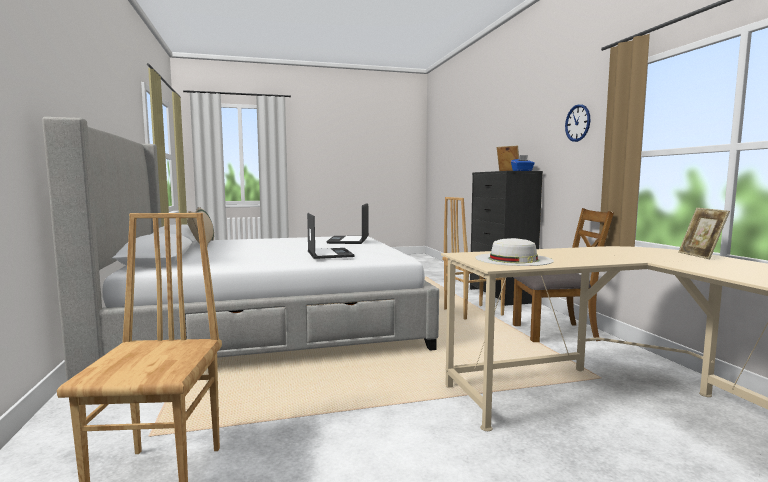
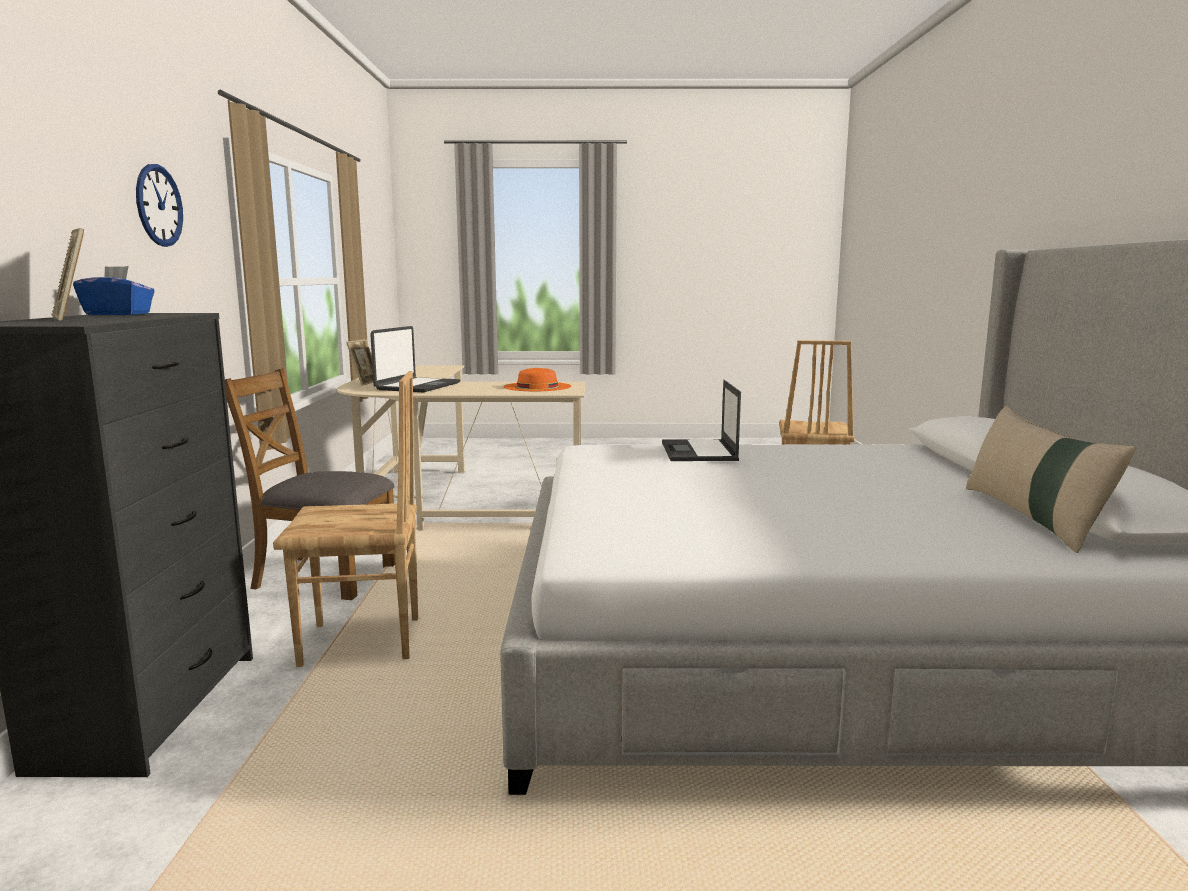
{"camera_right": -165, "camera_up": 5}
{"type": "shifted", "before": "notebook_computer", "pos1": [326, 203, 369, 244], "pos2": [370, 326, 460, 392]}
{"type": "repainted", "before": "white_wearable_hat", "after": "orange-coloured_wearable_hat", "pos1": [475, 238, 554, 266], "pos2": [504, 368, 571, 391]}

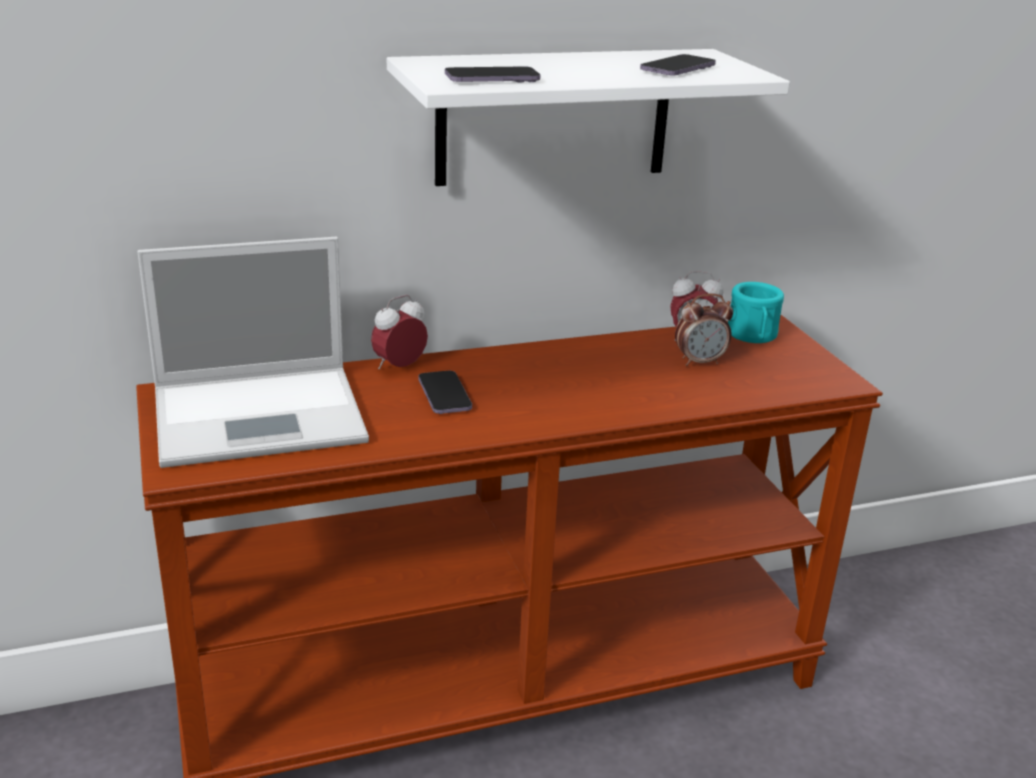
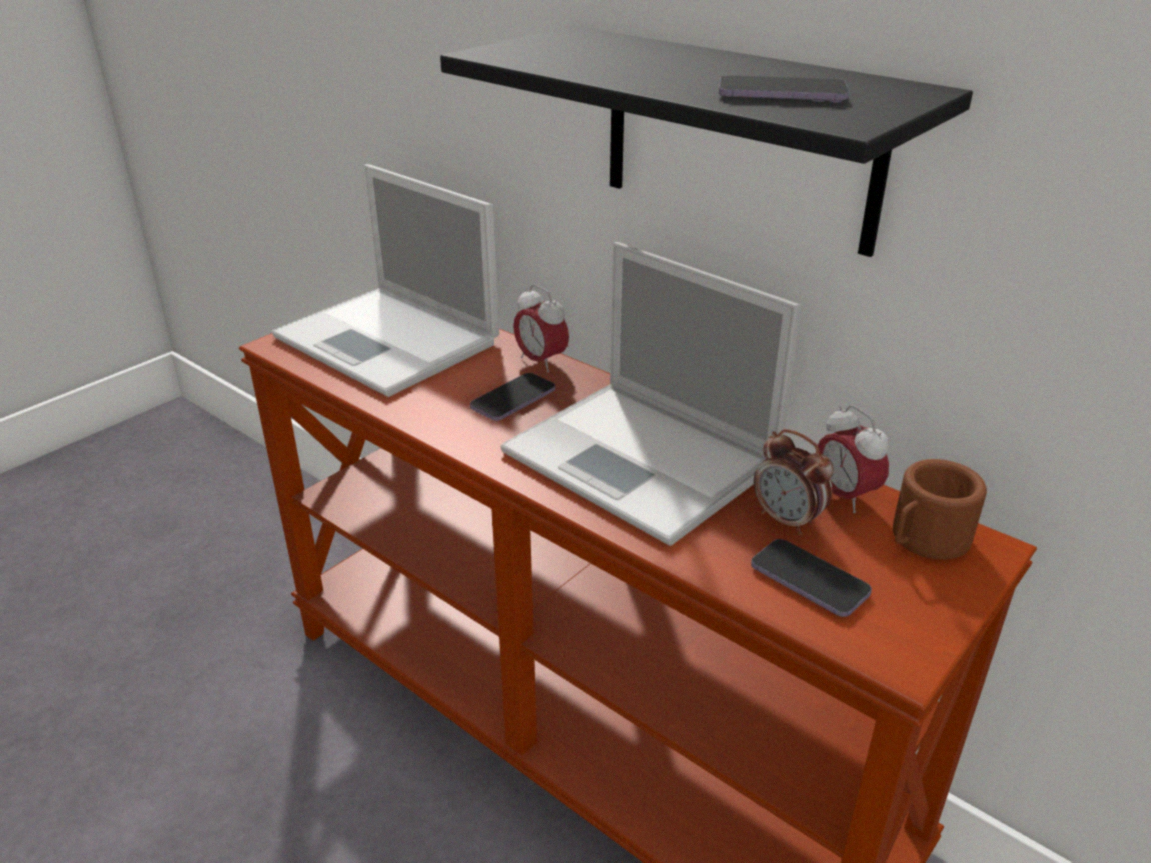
{"camera_right": 60, "camera_up": 5}
{"type": "rotated", "before": "table_clock", "pos1": [371, 295, 428, 370], "pos2": [513, 285, 569, 372], "turn": -150}
{"type": "repainted", "before": "white_bracket_shelf", "after": "black_bracket_shelf", "pos1": [387, 49, 790, 186], "pos2": [440, 26, 973, 257]}
{"type": "shifted", "before": "phone", "pos1": [445, 66, 540, 83], "pos2": [751, 539, 872, 617]}
{"type": "repainted", "before": "turquoise-coloured_mug", "after": "brown-coloured_mug", "pos1": [728, 282, 784, 343], "pos2": [893, 459, 987, 560]}
{"type": "new", "after": "notebook_computer", "pos2": [500, 242, 802, 546]}

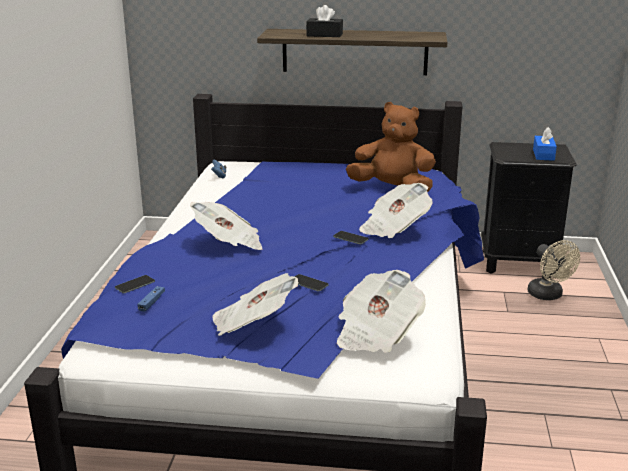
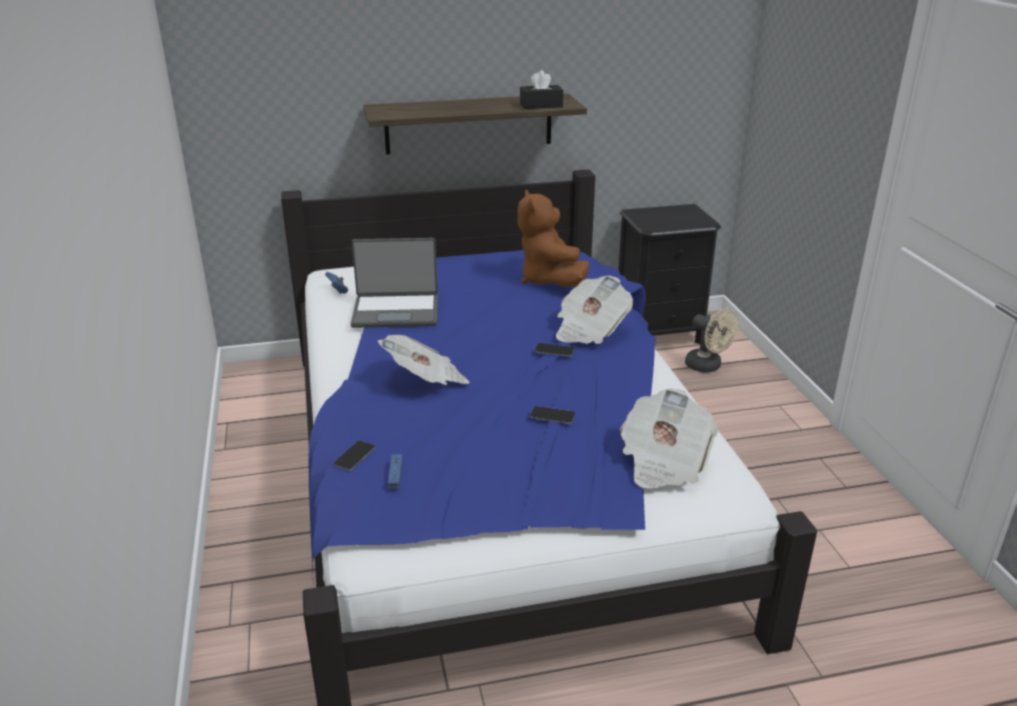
{"camera_right": -20, "camera_up": 5}
{"type": "gone", "before": "daily_paper", "pos1": [212, 273, 298, 336]}
{"type": "shifted", "before": "black_tissue_holder", "pos1": [306, 5, 343, 37], "pos2": [520, 70, 563, 109]}
{"type": "rotated", "before": "brown-coloured_soft_toy", "pos1": [346, 102, 436, 192], "pos2": [518, 189, 589, 287], "turn": -105}
{"type": "gone", "before": "blue-coloured_tissue_holder", "pos1": [533, 127, 557, 161]}
{"type": "new", "after": "notebook_computer", "pos2": [351, 238, 438, 328]}

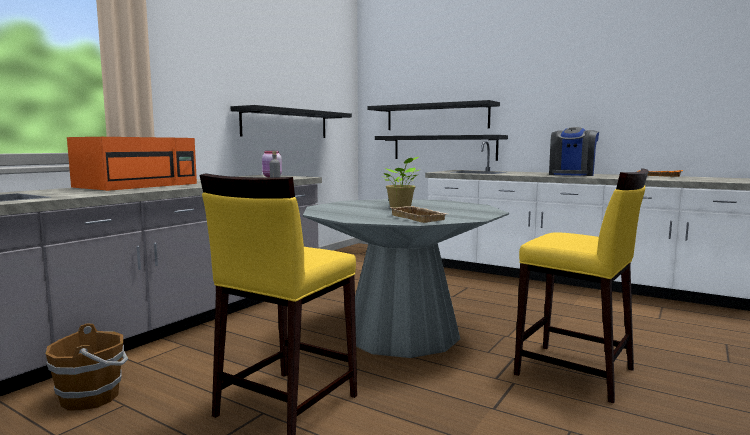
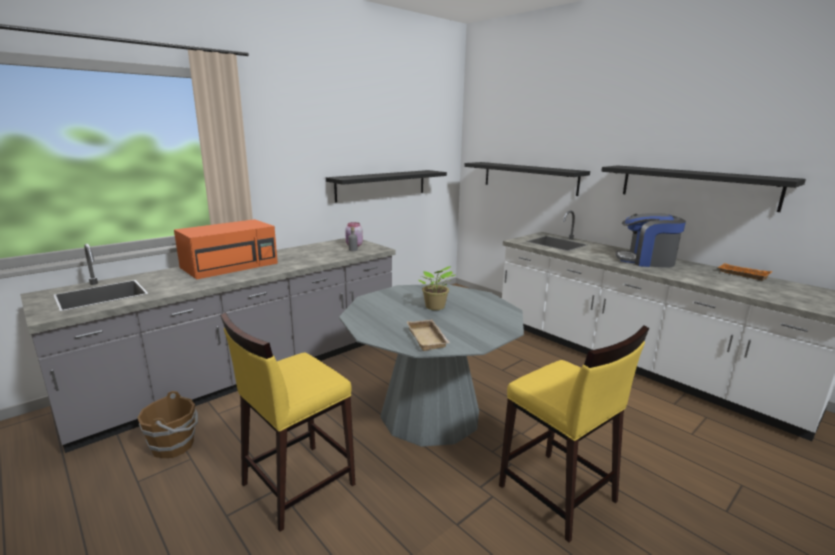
{"camera_right": 15, "camera_up": 10}
{"type": "shifted", "before": "black_bracket_shelf", "pos1": [375, 135, 508, 161], "pos2": [601, 165, 806, 212]}
{"type": "rotated", "before": "coffee_machine", "pos1": [549, 127, 599, 176], "pos2": [615, 213, 686, 268], "turn": 60}

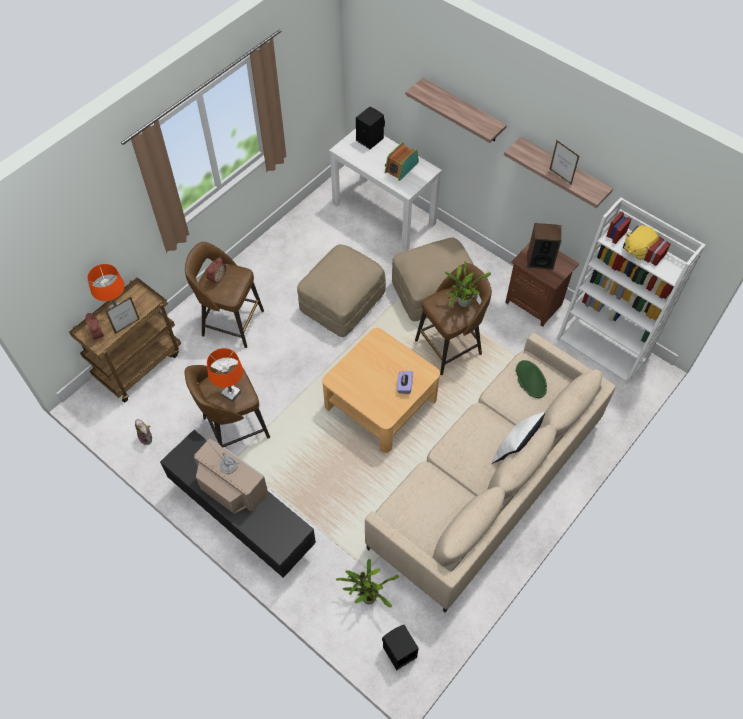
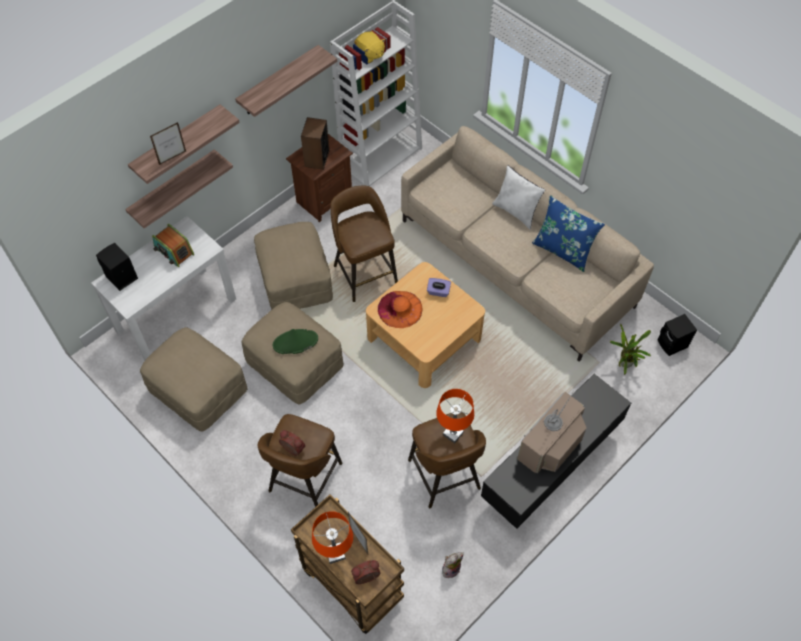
{"camera_right": -85, "camera_up": 0}
{"type": "gone", "before": "houseplant", "pos1": [445, 261, 491, 307]}
{"type": "shifted", "before": "greenish_wearable_hat", "pos1": [516, 360, 547, 398], "pos2": [273, 329, 318, 354]}
{"type": "shifted", "before": "picture_frame", "pos1": [550, 140, 579, 185], "pos2": [150, 122, 186, 165]}
{"type": "new", "after": "bracket_shelf", "pos2": [125, 149, 233, 228]}
{"type": "new", "after": "beige_footrest", "pos2": [140, 327, 247, 432]}
{"type": "new", "after": "orange-coloured_wearable_hat", "pos2": [378, 291, 423, 328]}
{"type": "new", "after": "blue-coloured_pillow", "pos2": [532, 195, 605, 272]}

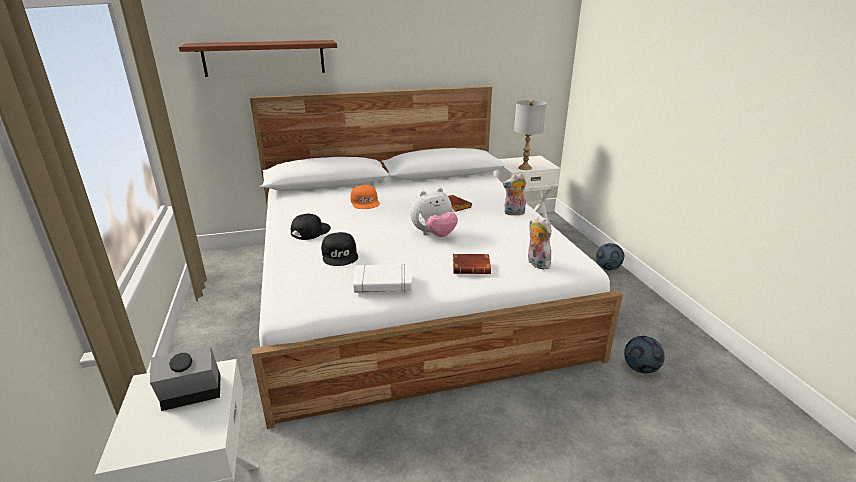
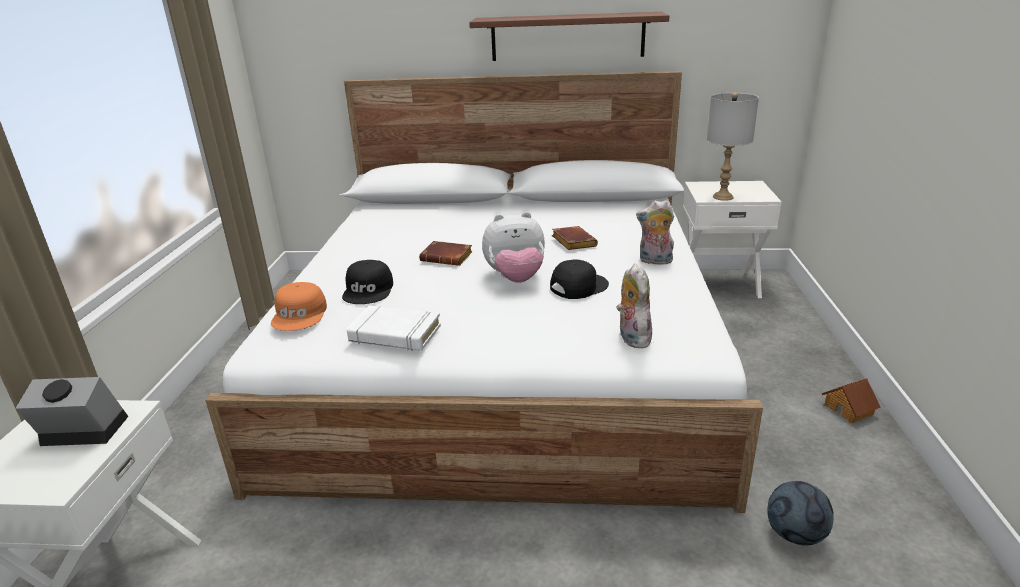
{"camera_right": 20, "camera_up": 0}
{"type": "shifted", "before": "brown-coloured_bracket_shelf", "pos1": [179, 40, 337, 77], "pos2": [469, 12, 669, 61]}
{"type": "shifted", "before": "black_peaked_cap", "pos1": [291, 214, 331, 240], "pos2": [550, 259, 609, 299]}
{"type": "shifted", "before": "orange-coloured_peaked_cap", "pos1": [350, 185, 380, 209], "pos2": [271, 282, 327, 331]}
{"type": "shifted", "before": "brown-coloured_bound_book", "pos1": [453, 254, 491, 274], "pos2": [419, 241, 472, 266]}
{"type": "gone", "before": "football_ball", "pos1": [596, 243, 625, 271]}
{"type": "new", "after": "miniature_house", "pos2": [822, 379, 881, 423]}

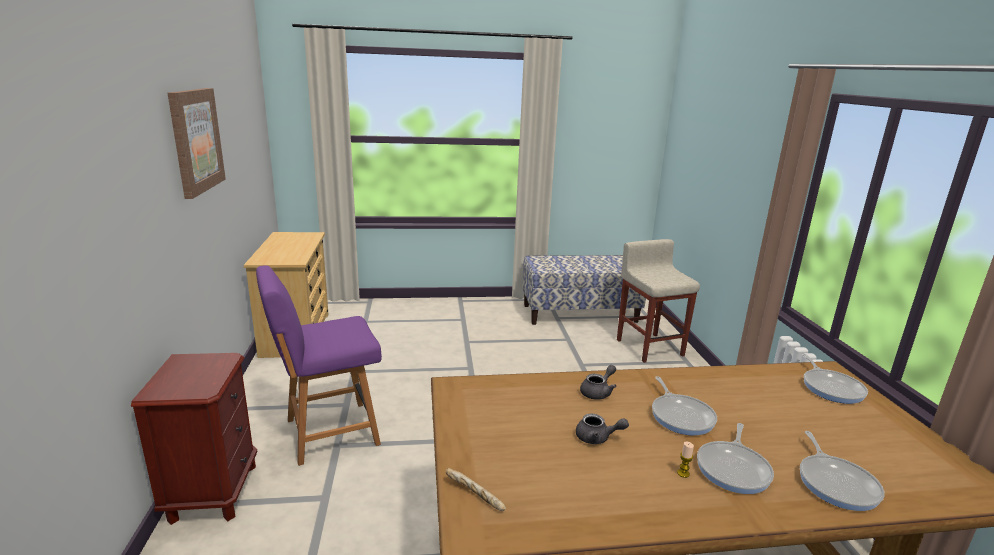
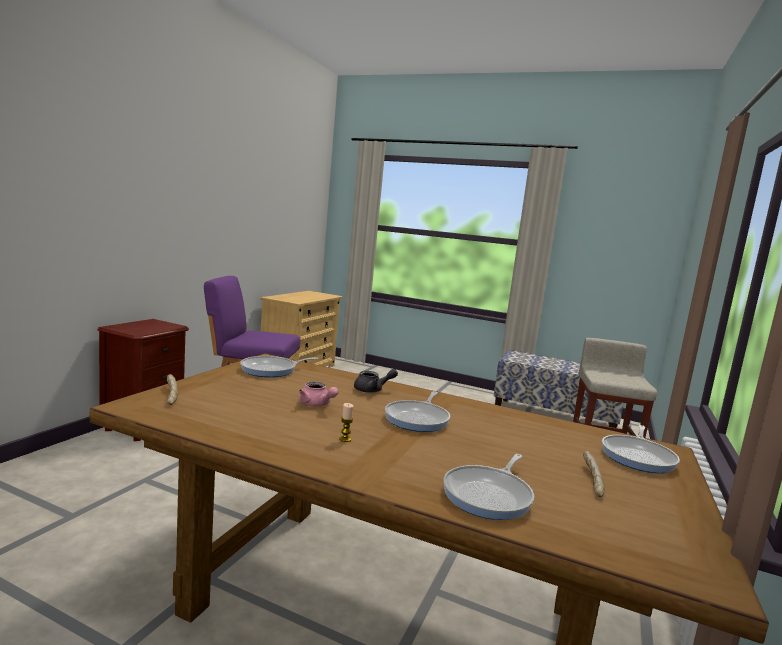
{"camera_right": 30, "camera_up": -10}
{"type": "gone", "before": "wall_art", "pos1": [167, 88, 226, 199]}
{"type": "repainted", "before": "grey_tea_pot", "after": "pinkish_tea_pot", "pos1": [576, 414, 629, 444], "pos2": [299, 382, 339, 407]}
{"type": "shifted", "before": "pan", "pos1": [697, 423, 774, 494], "pos2": [240, 356, 319, 377]}
{"type": "new", "after": "baked_bread", "pos2": [583, 451, 605, 497]}

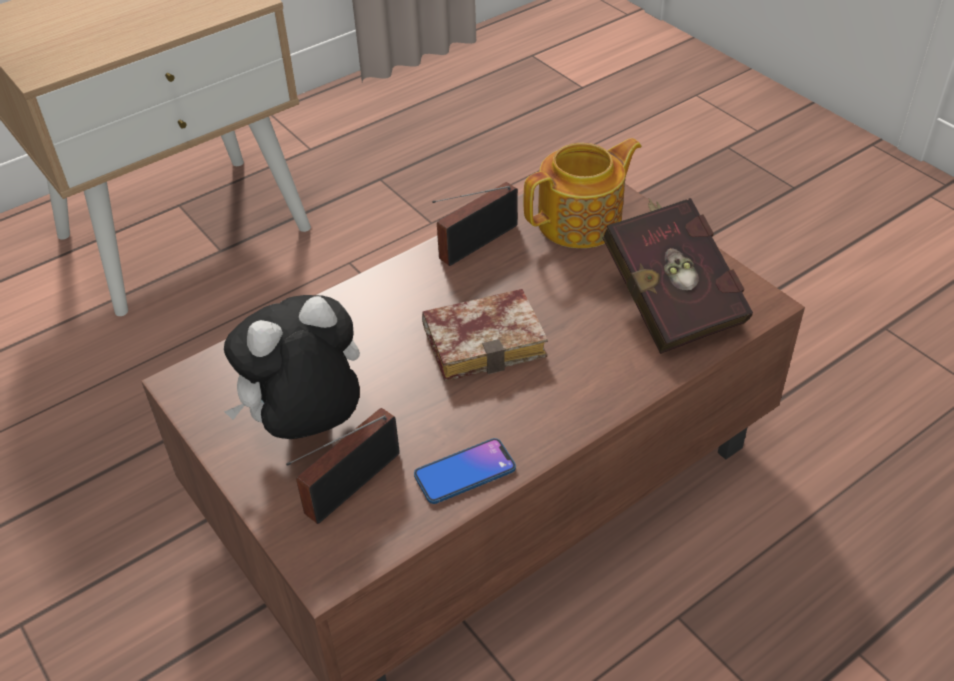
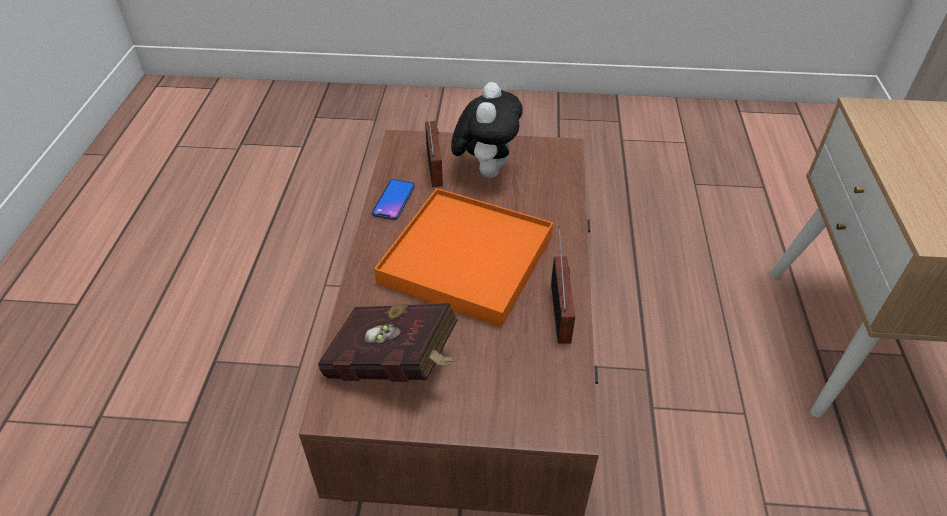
{"camera_right": 130, "camera_up": 0}
{"type": "swapped", "before": "bound_book", "after": "orange-coloured_carrying_tray", "pos1": [422, 289, 548, 381], "pos2": [374, 188, 553, 327]}
{"type": "gone", "before": "tea_pot", "pos1": [523, 138, 642, 248]}

